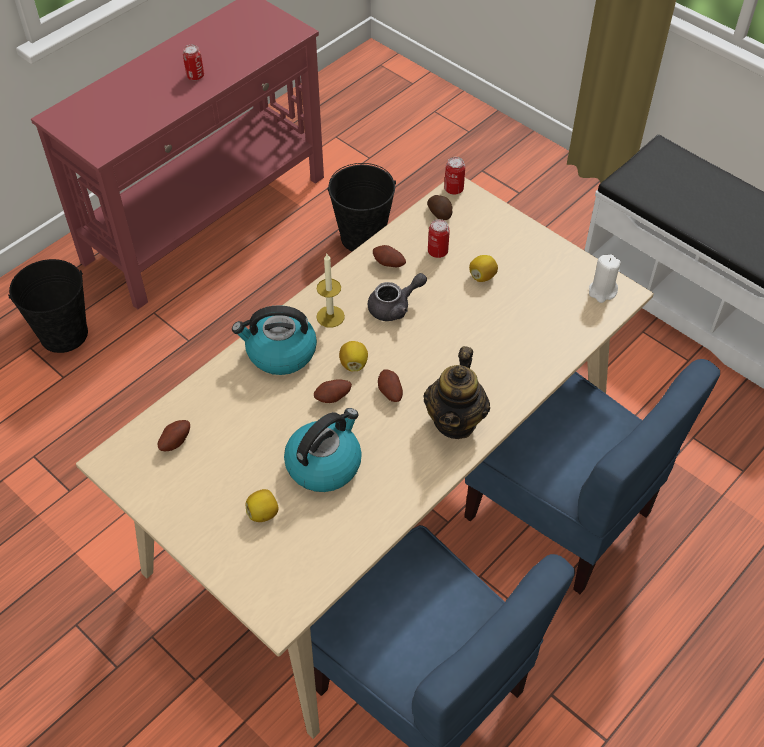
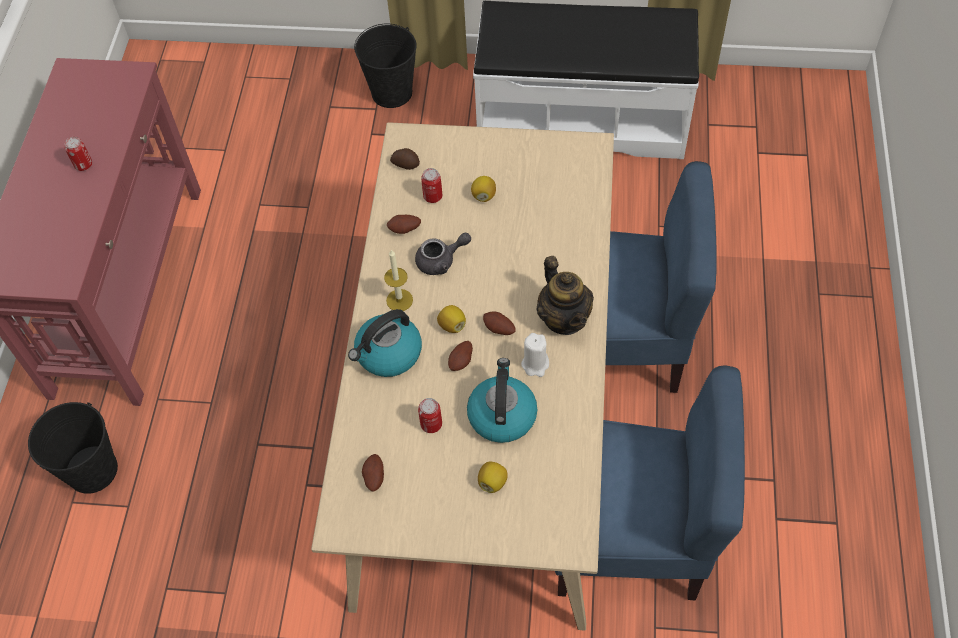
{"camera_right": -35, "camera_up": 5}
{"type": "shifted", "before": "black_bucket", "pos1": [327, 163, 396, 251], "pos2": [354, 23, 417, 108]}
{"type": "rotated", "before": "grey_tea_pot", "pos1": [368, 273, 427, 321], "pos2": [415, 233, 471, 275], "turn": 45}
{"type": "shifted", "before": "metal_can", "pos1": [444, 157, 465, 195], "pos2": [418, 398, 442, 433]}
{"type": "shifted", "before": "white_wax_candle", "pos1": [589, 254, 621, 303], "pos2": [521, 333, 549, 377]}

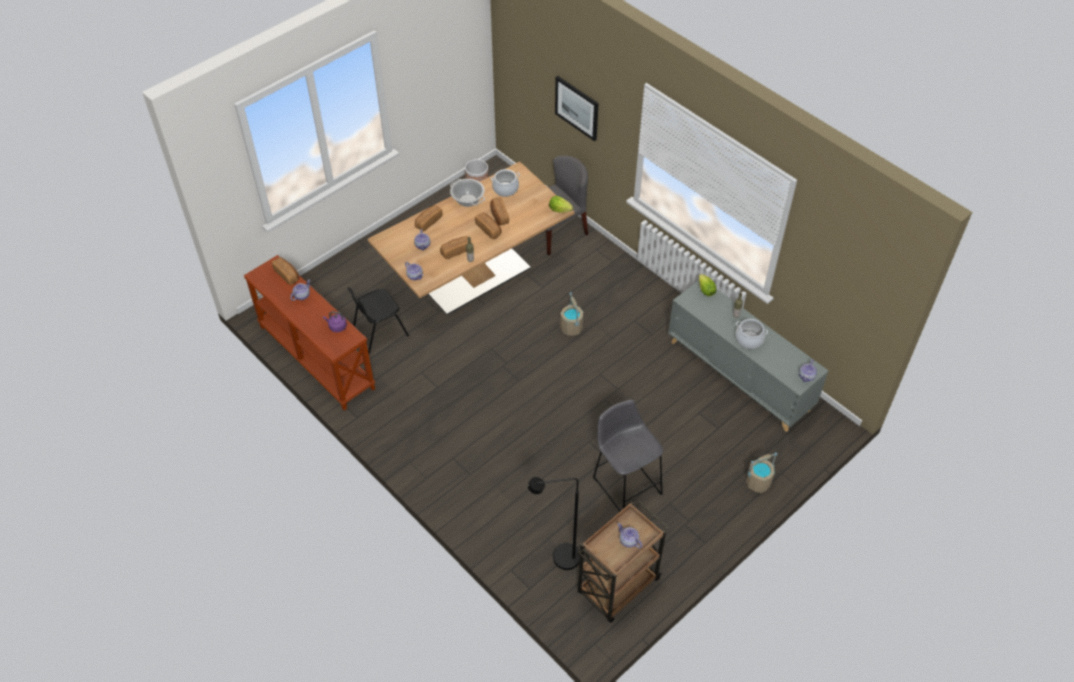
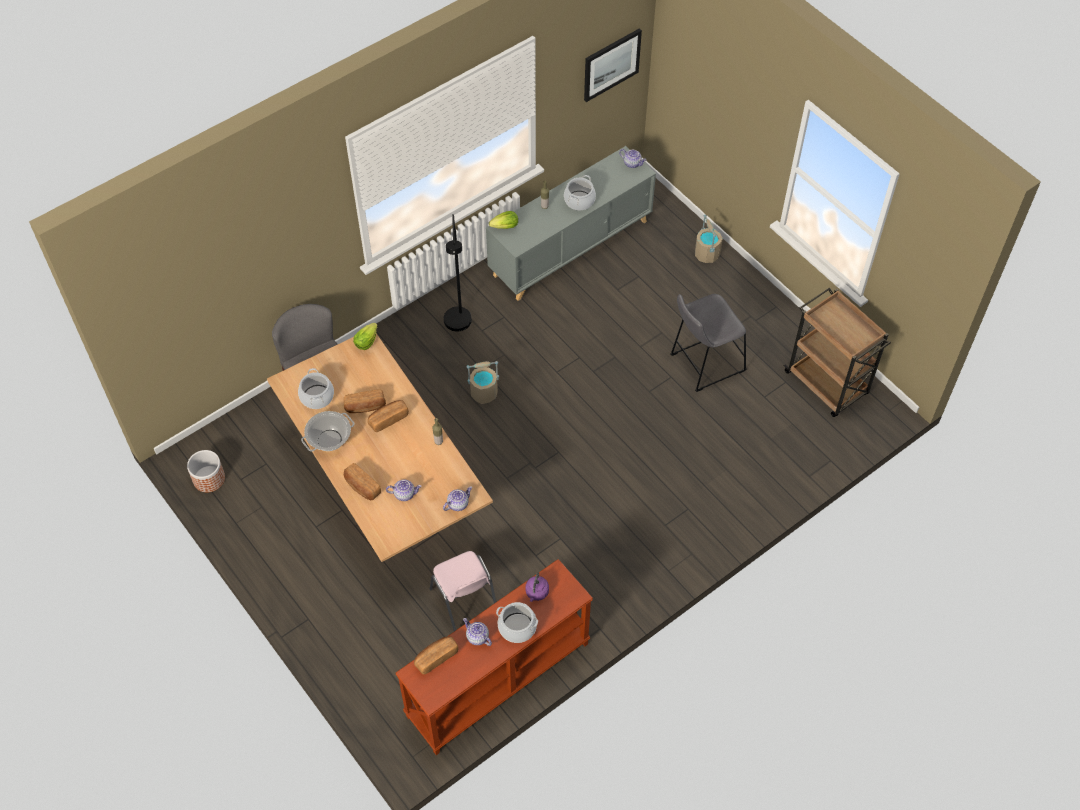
{"camera_right": -85, "camera_up": 5}
{"type": "repainted", "before": "black_chair", "after": "pinkish_chair", "pos1": [347, 287, 409, 353], "pos2": [430, 551, 496, 631]}
{"type": "gone", "before": "baked_bread", "pos1": [440, 236, 472, 259]}
{"type": "shifted", "before": "black_standing_lamp", "pos1": [528, 477, 580, 570], "pos2": [444, 214, 472, 332]}
{"type": "shifted", "before": "wall_art", "pos1": [555, 76, 599, 141], "pos2": [584, 28, 642, 102]}
{"type": "gone", "before": "tea_pot", "pos1": [618, 523, 642, 548]}
{"type": "new", "after": "saucepot", "pos2": [496, 602, 538, 643]}

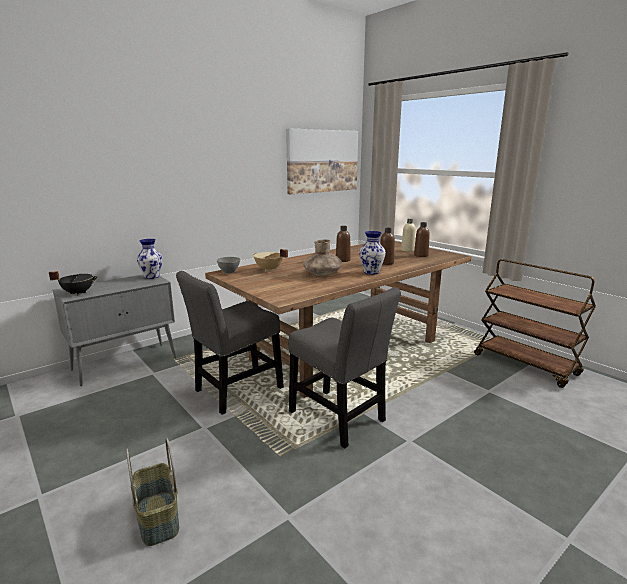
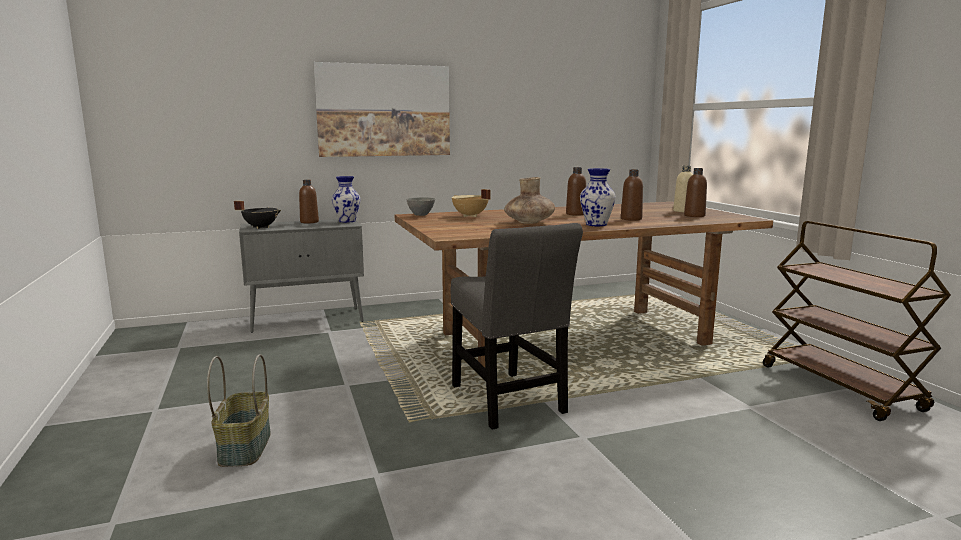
{"camera_right": 20, "camera_up": -5}
{"type": "gone", "before": "grey_chair", "pos1": [176, 271, 284, 415]}
{"type": "shifted", "before": "wall_art", "pos1": [286, 128, 358, 194], "pos2": [314, 62, 450, 157]}
{"type": "new", "after": "brown-coloured_beverage_bottle", "pos2": [299, 180, 319, 223]}

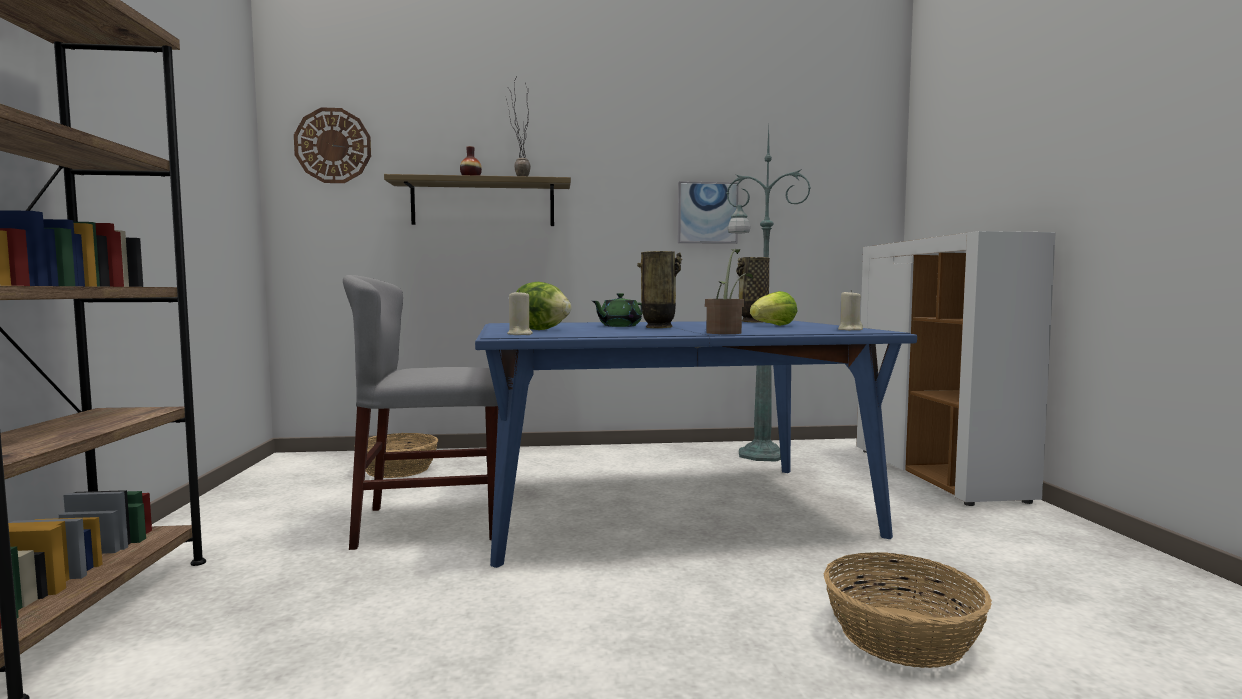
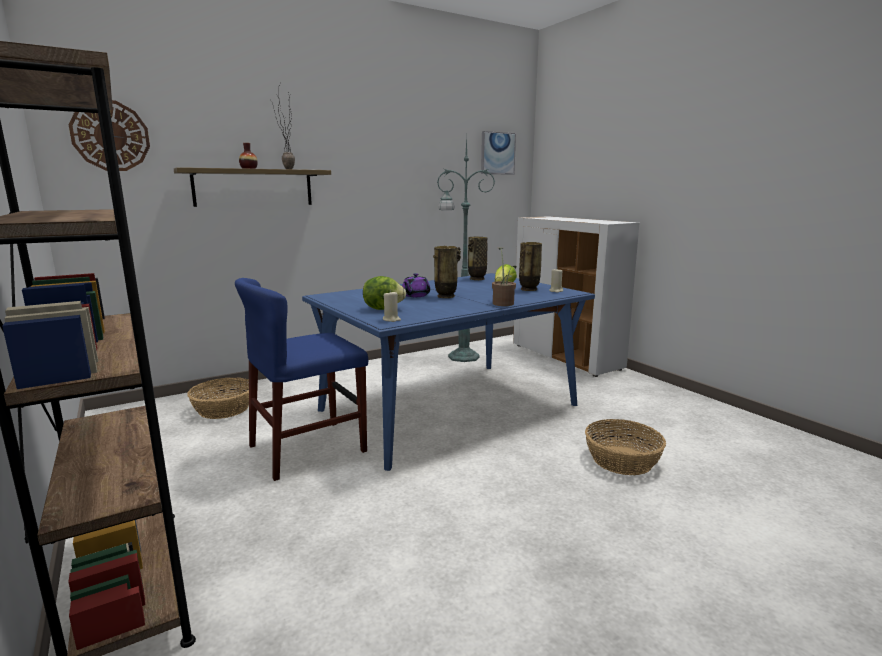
{"camera_right": -25, "camera_up": 10}
{"type": "repainted", "before": "grey_chair", "after": "blue-coloured_chair", "pos1": [343, 275, 498, 550], "pos2": [235, 278, 368, 481]}
{"type": "repainted", "before": "greenish_tea_pot", "after": "purplish_tea_pot", "pos1": [592, 293, 643, 327], "pos2": [402, 273, 430, 297]}
{"type": "shifted", "before": "wall_art", "pos1": [678, 181, 738, 244], "pos2": [481, 131, 516, 175]}
{"type": "new", "after": "flower_vase", "pos2": [519, 242, 542, 291]}

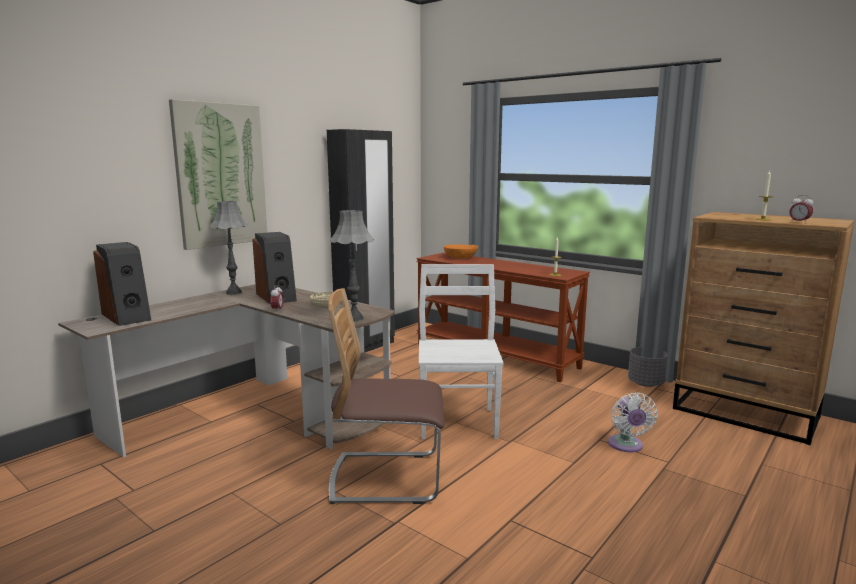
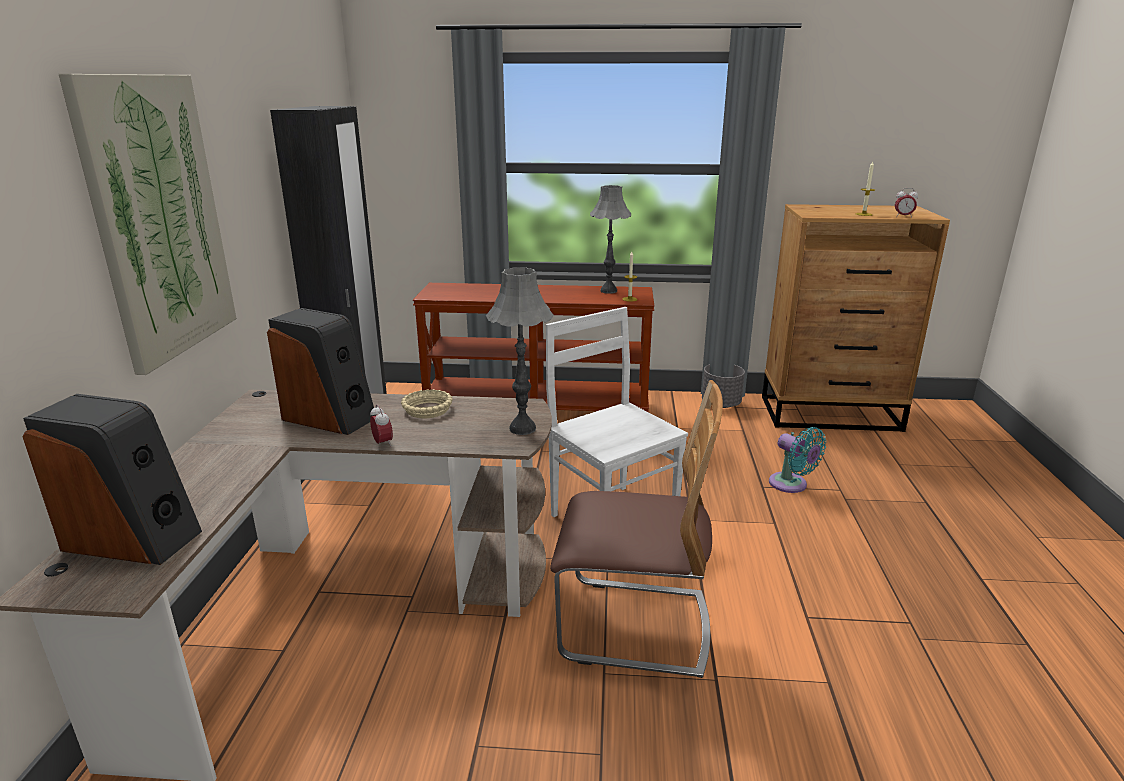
{"camera_right": -35, "camera_up": 10}
{"type": "shifted", "before": "grey_tabletop_lamp", "pos1": [210, 201, 248, 295], "pos2": [590, 185, 631, 294]}
{"type": "rotated", "before": "chair", "pos1": [328, 288, 445, 504], "pos2": [550, 380, 723, 678], "turn": -135}
{"type": "gone", "before": "orange-coloured_deep_dish", "pos1": [444, 244, 478, 258]}
{"type": "repainted", "before": "white_electric_fan", "after": "turquoise-coloured_electric_fan", "pos1": [608, 393, 658, 452], "pos2": [769, 427, 826, 493]}

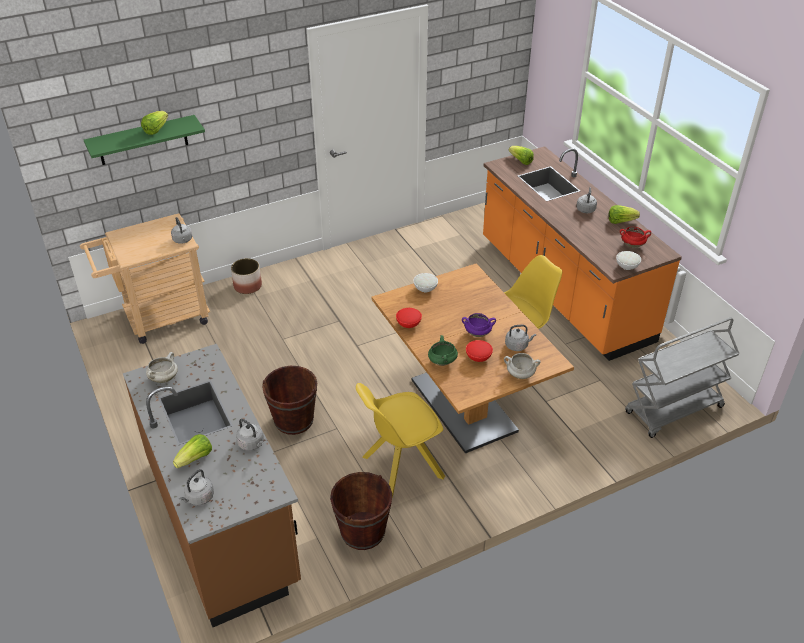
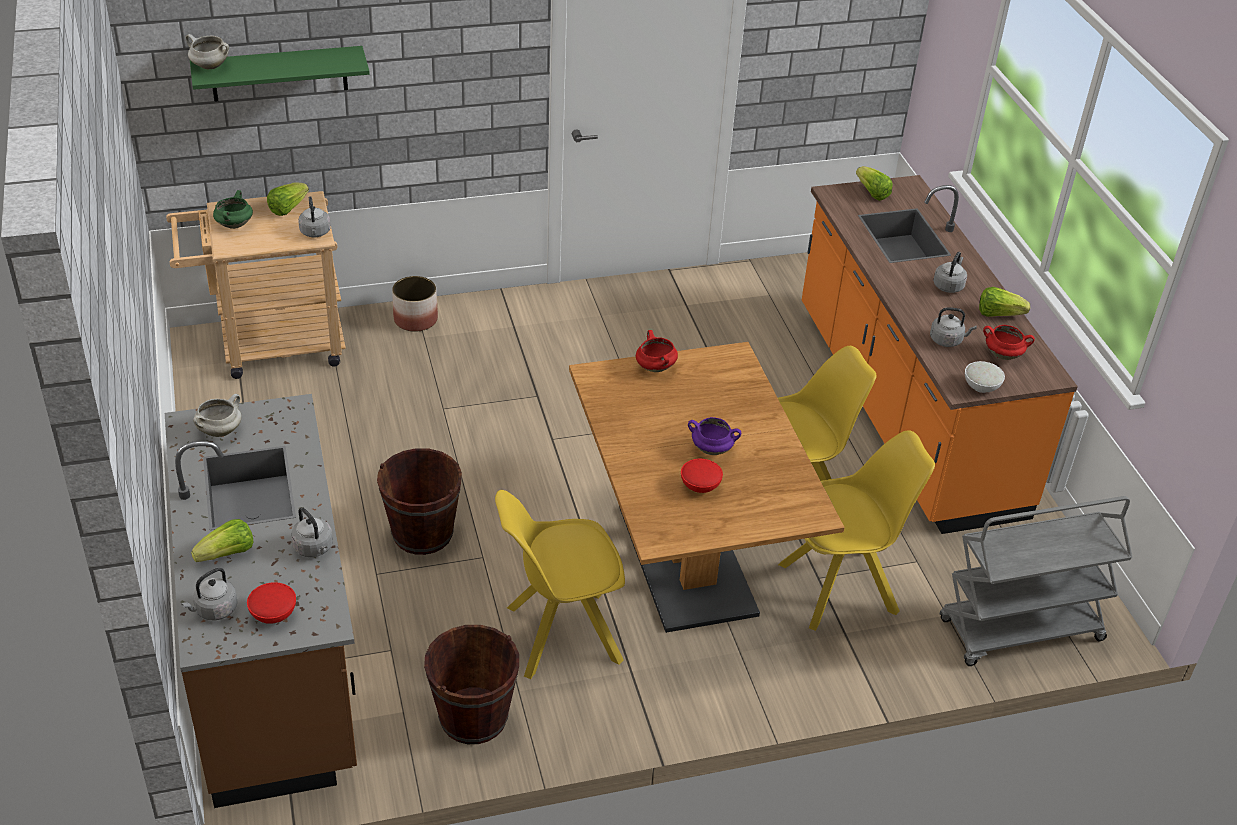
{"camera_right": 10, "camera_up": 0}
{"type": "shifted", "before": "head_of_lettuce", "pos1": [141, 111, 168, 135], "pos2": [267, 183, 309, 216]}
{"type": "shifted", "before": "red-coloured_deep_dish", "pos1": [396, 308, 422, 328], "pos2": [247, 582, 296, 624]}
{"type": "swapped", "before": "white_deep_dish", "after": "red-coloured_saucepot", "pos1": [413, 273, 438, 292], "pos2": [636, 330, 678, 372]}
{"type": "shifted", "before": "greenish_saucepot", "pos1": [428, 335, 458, 366], "pos2": [213, 190, 253, 229]}
{"type": "shifted", "before": "white_saucepot", "pos1": [504, 353, 540, 379], "pos2": [185, 34, 229, 69]}
{"type": "shifted", "before": "grey_water_kettle", "pos1": [505, 325, 536, 351], "pos2": [930, 307, 977, 347]}
{"type": "new", "after": "yellowish_chair", "pos2": [778, 430, 935, 631]}

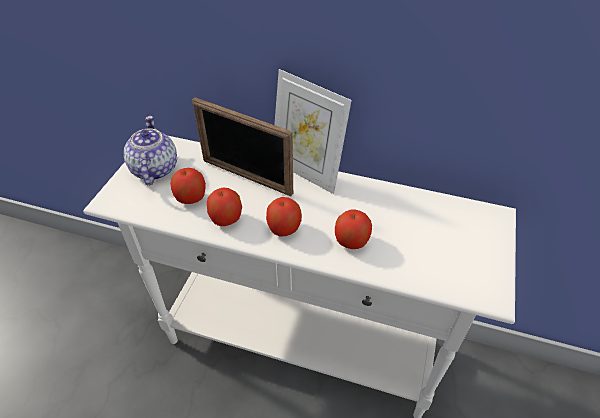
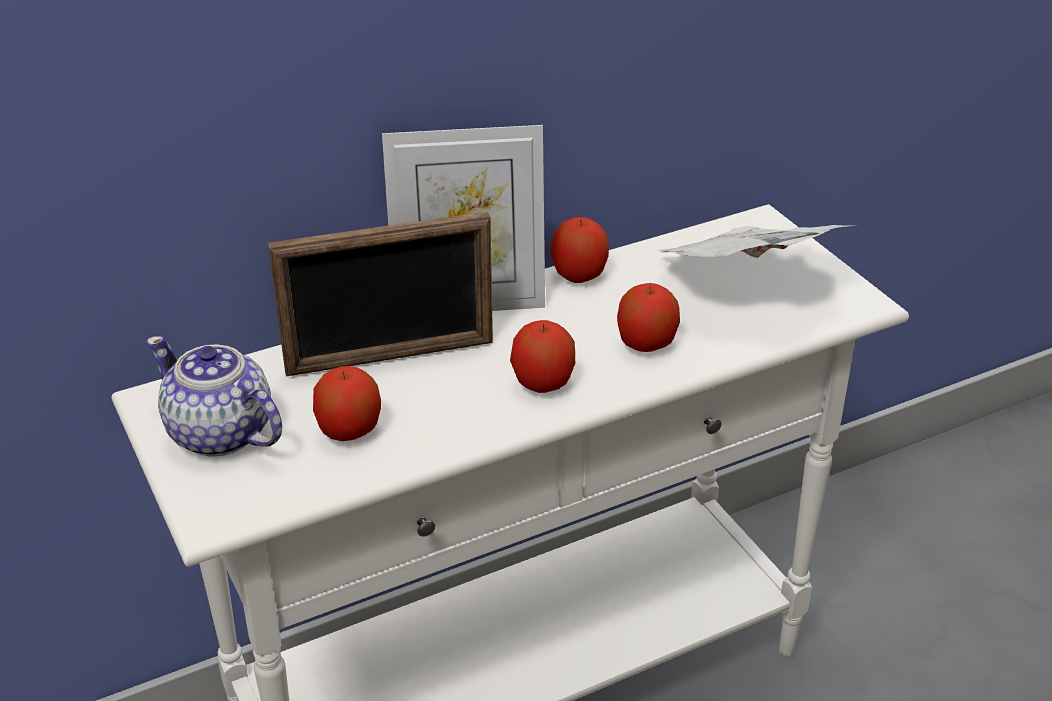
{"camera_right": -45, "camera_up": -10}
{"type": "shifted", "before": "whole_apple", "pos1": [207, 187, 242, 226], "pos2": [550, 217, 609, 283]}
{"type": "new", "after": "daily_paper", "pos2": [657, 225, 853, 258]}

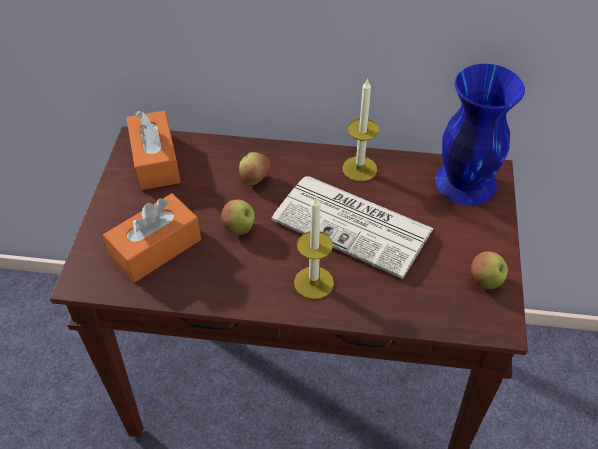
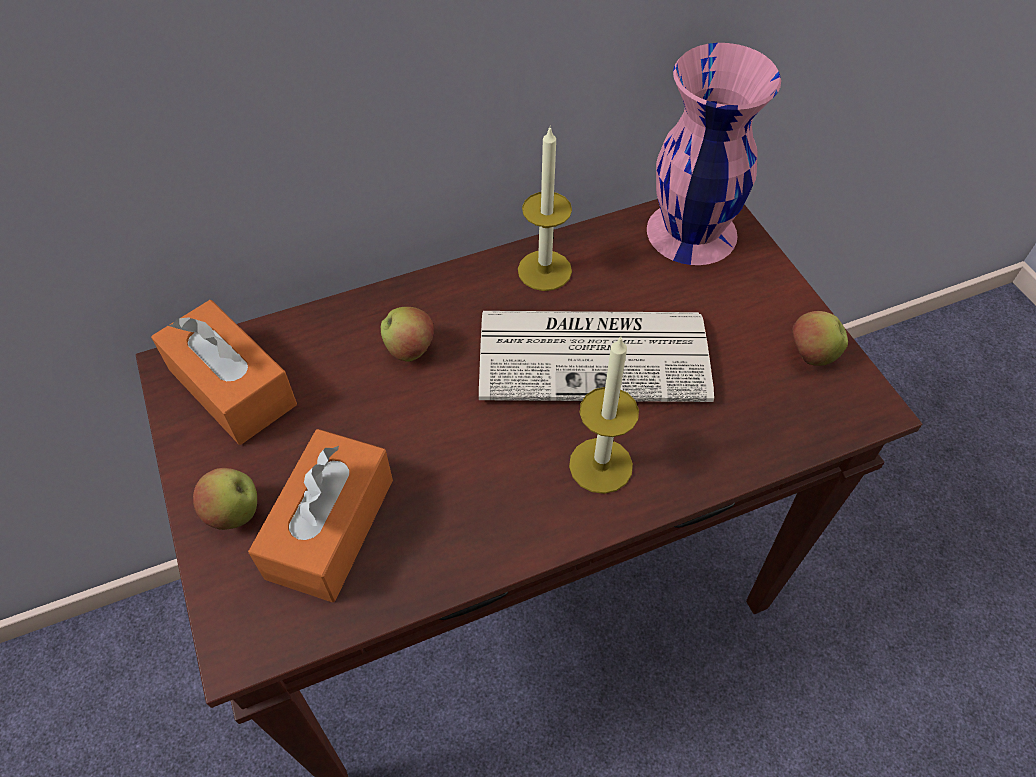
{"camera_right": -30, "camera_up": 5}
{"type": "shifted", "before": "whole_apple", "pos1": [221, 199, 255, 235], "pos2": [193, 468, 257, 530]}
{"type": "repainted", "before": "blue-coloured_flower_vase", "after": "pinkish_flower_vase", "pos1": [435, 64, 525, 205], "pos2": [647, 43, 781, 265]}

